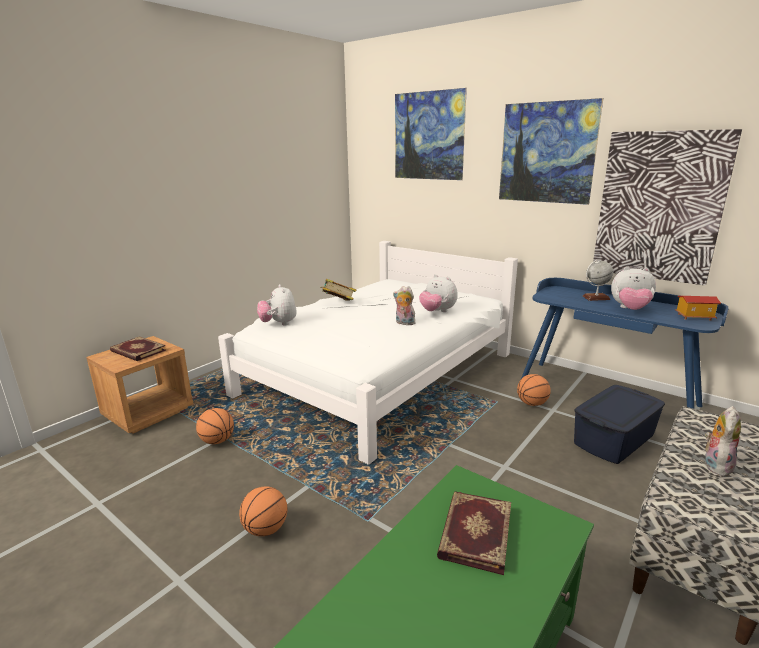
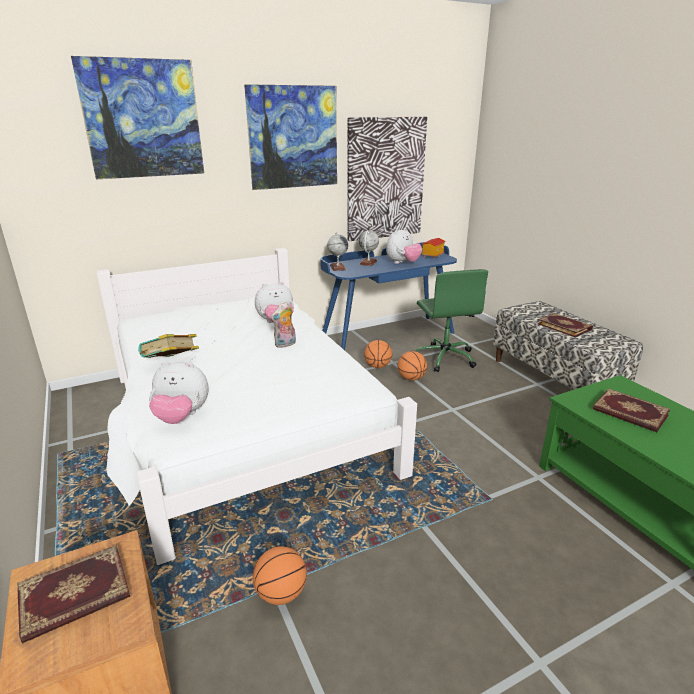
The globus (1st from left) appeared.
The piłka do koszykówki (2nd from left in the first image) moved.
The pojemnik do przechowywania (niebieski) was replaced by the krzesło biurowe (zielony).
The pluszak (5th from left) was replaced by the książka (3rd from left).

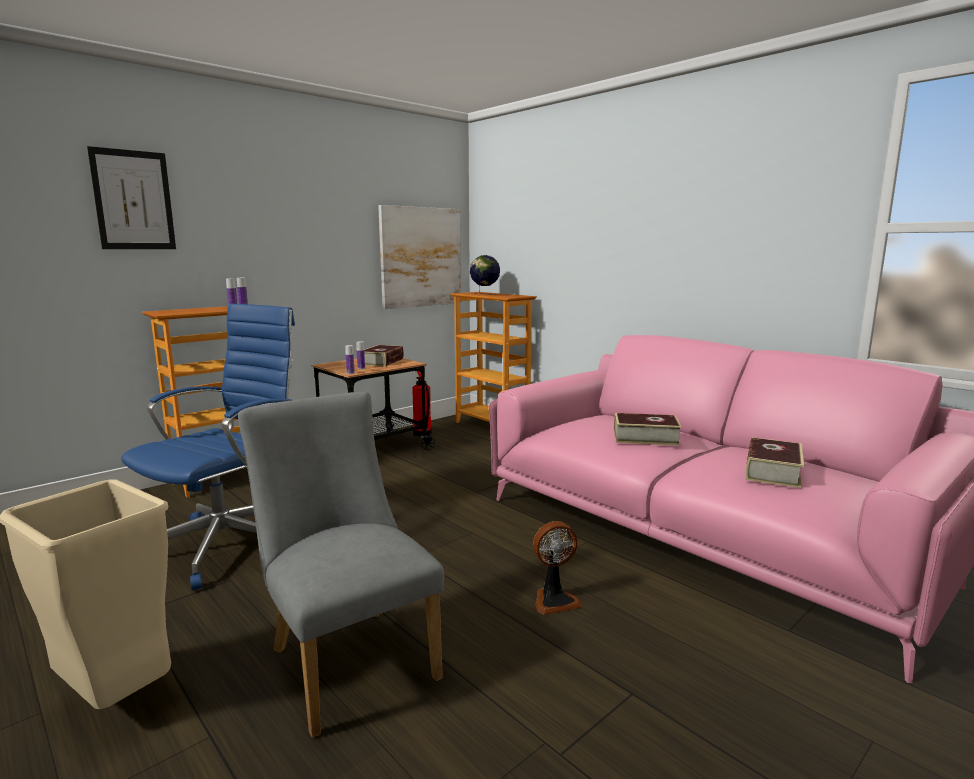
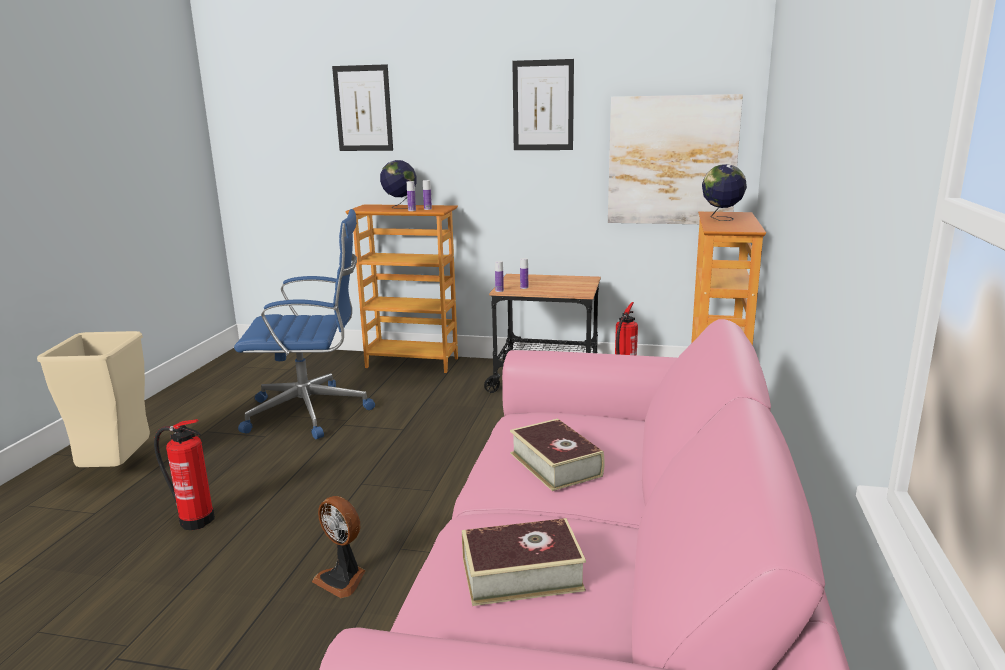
The książka (1st from left) disappeared.
The globus (1st from left) appeared.
The obraz (2nd from left) appeared.
The krzesło (szary) was replaced by the gaśnica (1st from left).

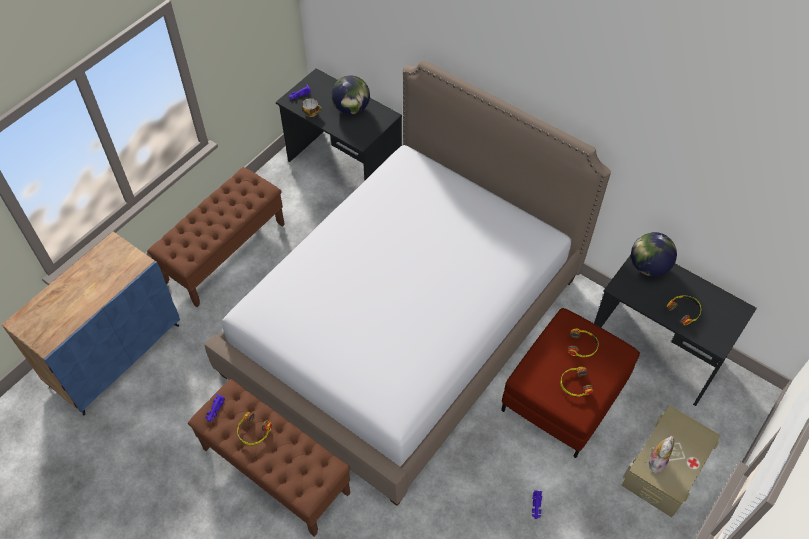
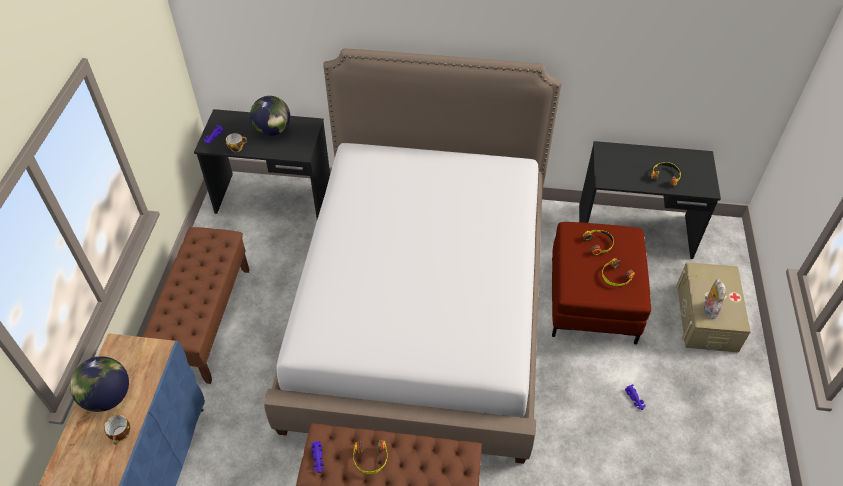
The filiżanka (1st from left) appeared.
The globus (2nd from left in the first image) moved.

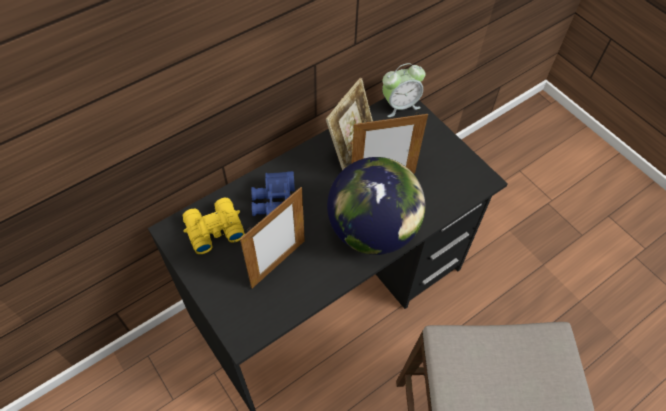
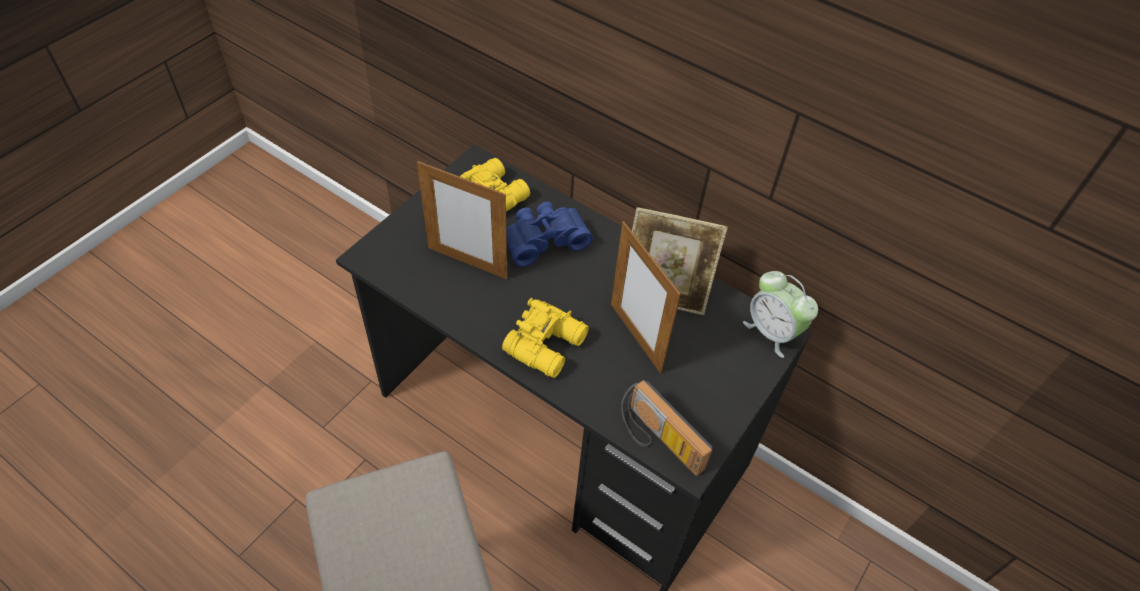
The radio appeared.
The globus was replaced by the lornetka (żółty) (2nd from left).

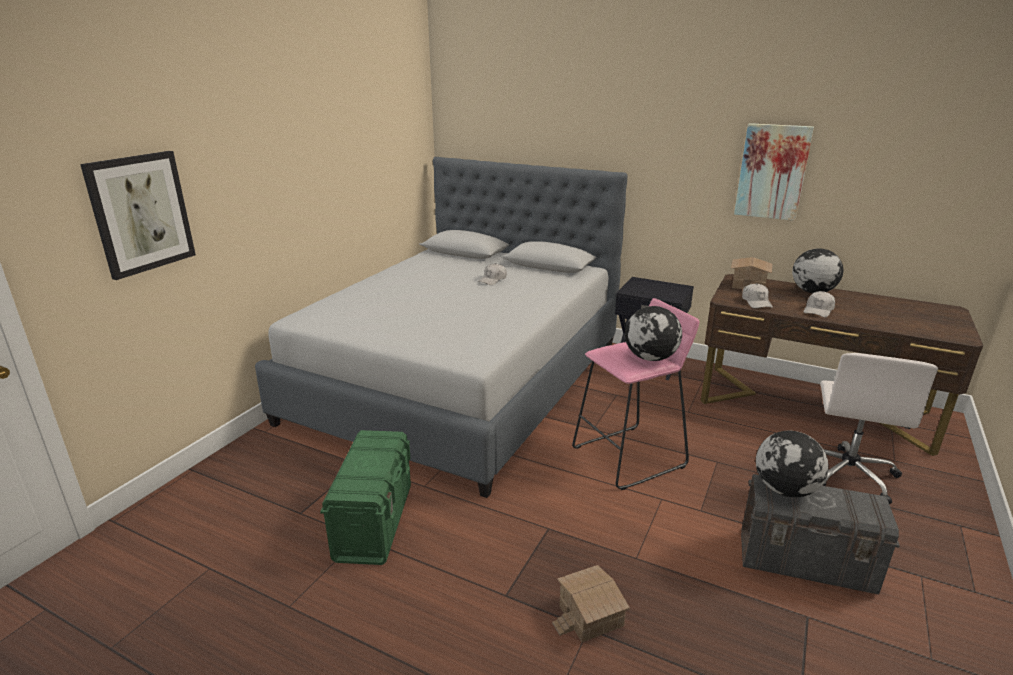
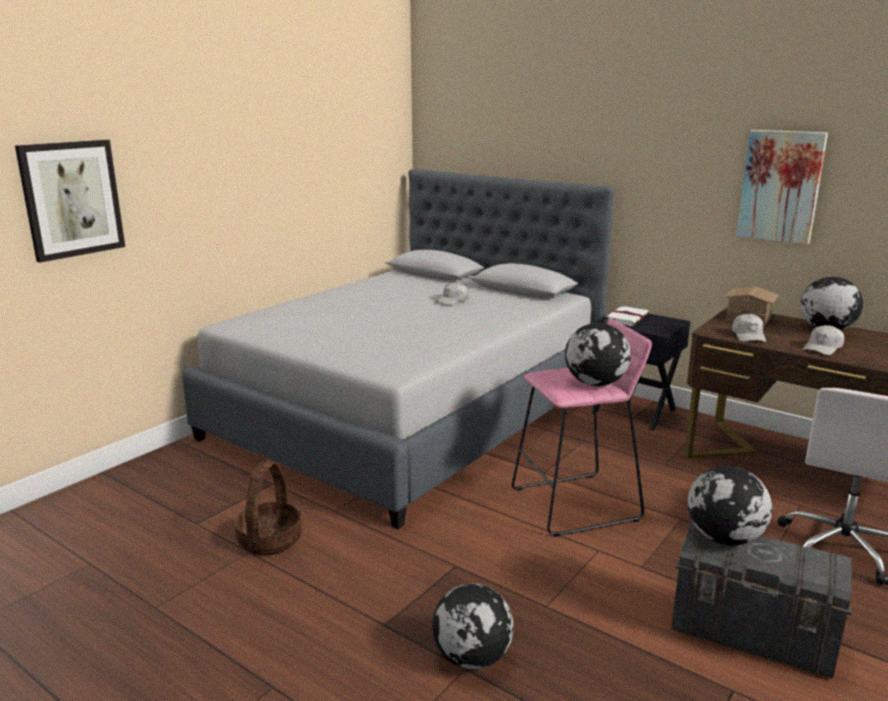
The książka (biały) appeared.
The pojemnik do przechowywania (zielony) was replaced by the koszyk.
The domek (1st from left) was replaced by the globus (1st from left).

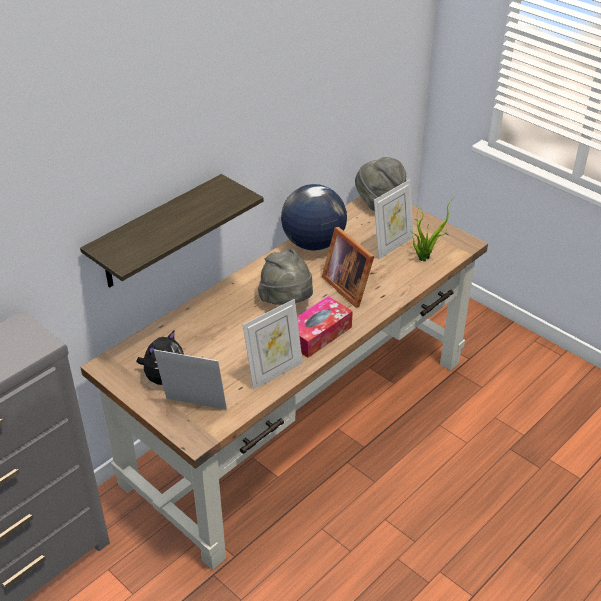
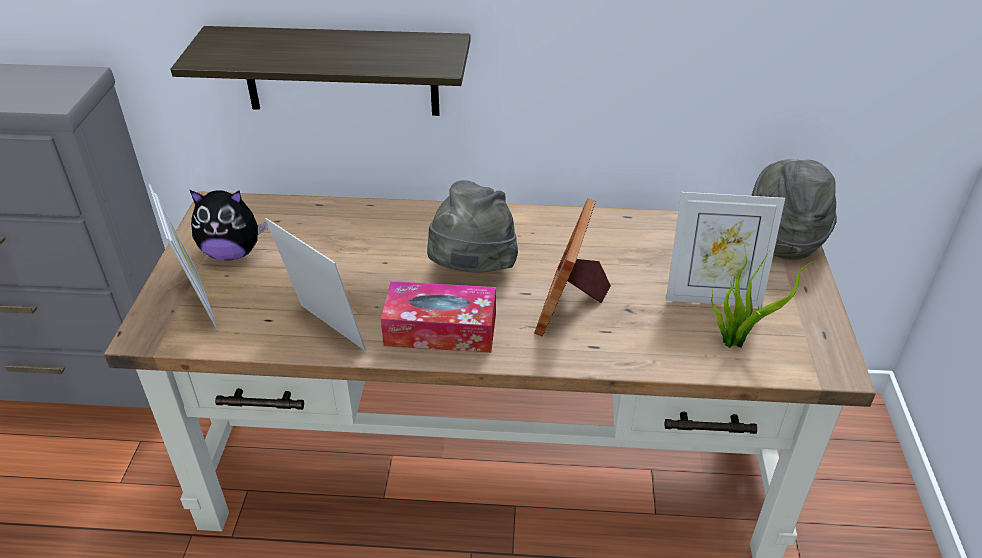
The globus disappeared.
The ramka na zdjęcie (2nd from left) turned 150 degrees counterclockwise.

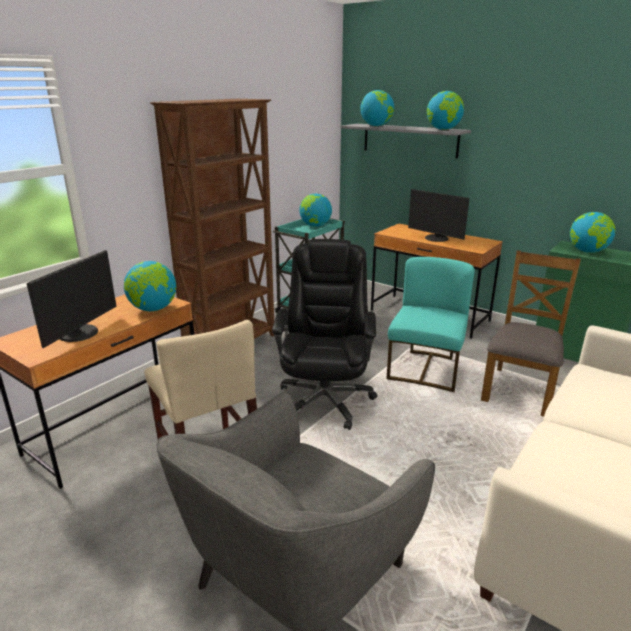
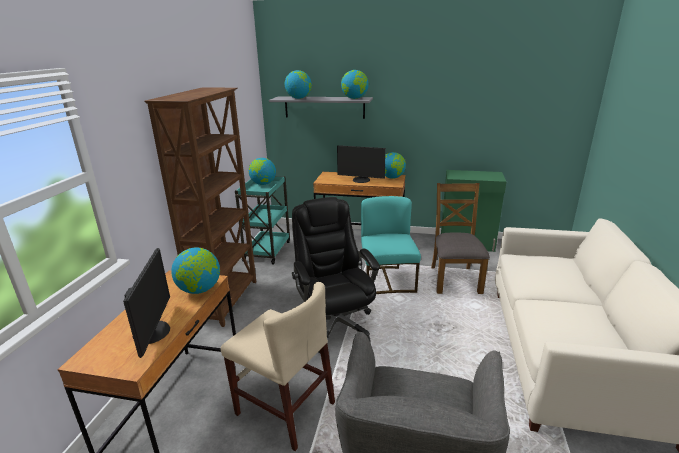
The globus (5th from left) moved.

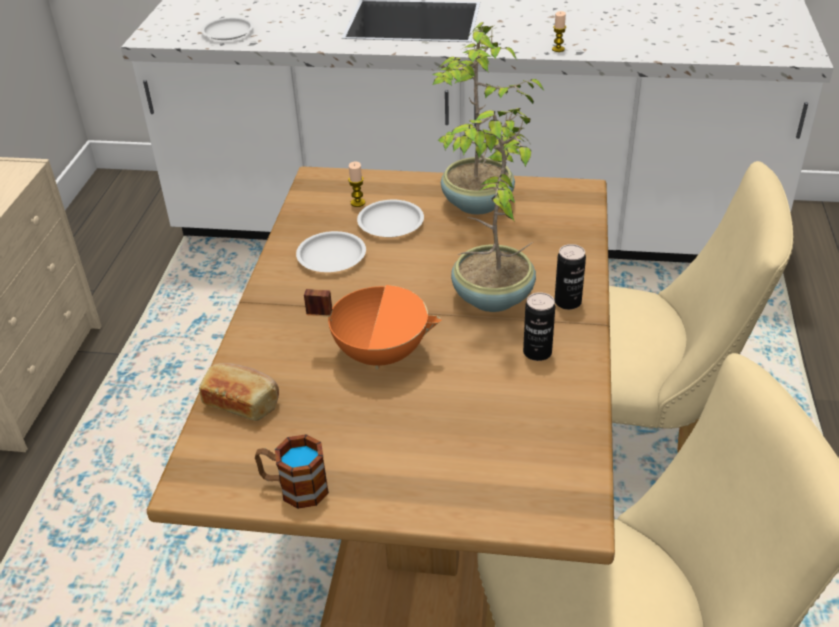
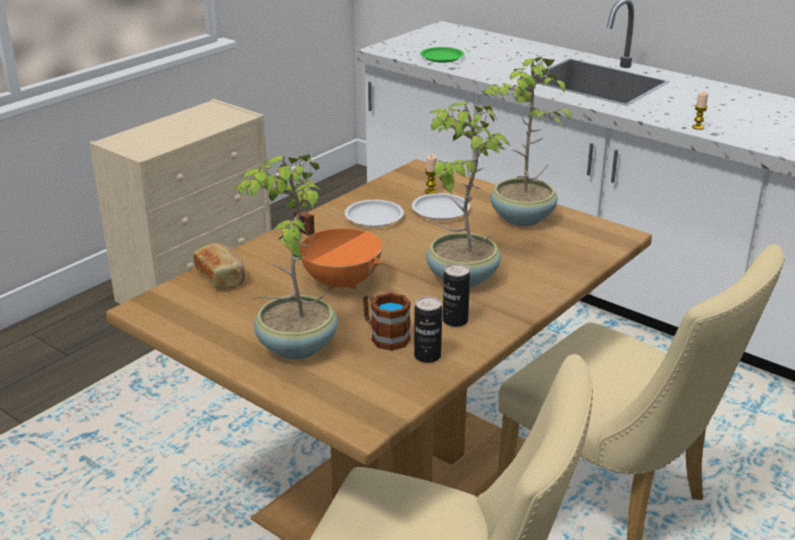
The roślina doniczkowa (1st from left) appeared.
The kubek moved.
The puszka (2nd from left in the first image) moved.
The talerz (biały) (1st from left) became the talerz (zielony).

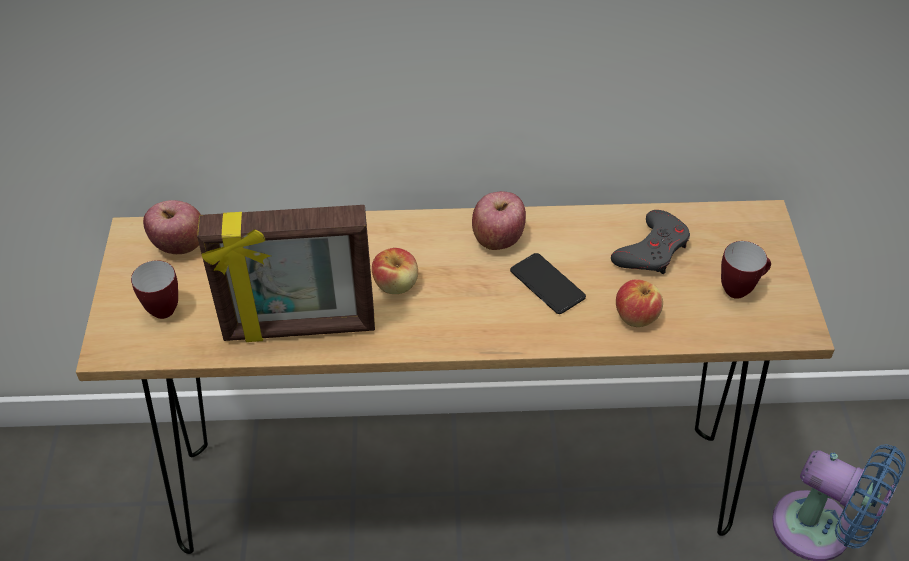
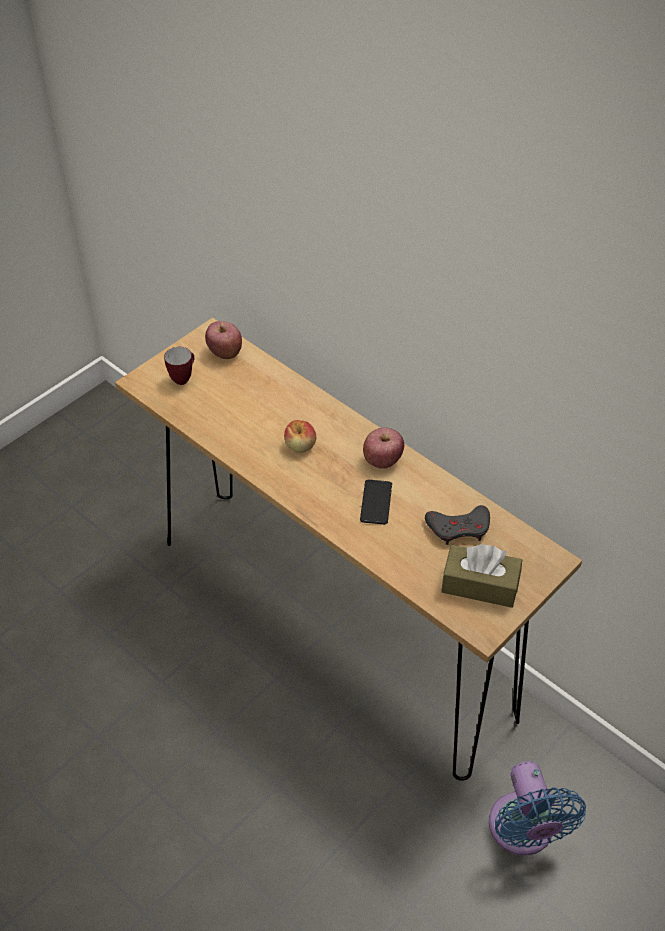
The ramka na zdjęcie disappeared.
The jabłko (4th from left) disappeared.
The kubek (2nd from left) was replaced by the pudełko chusteczek (brązowy).

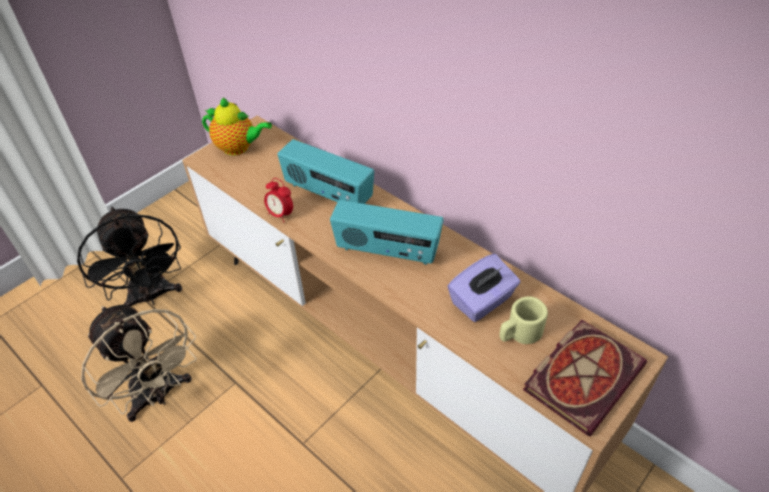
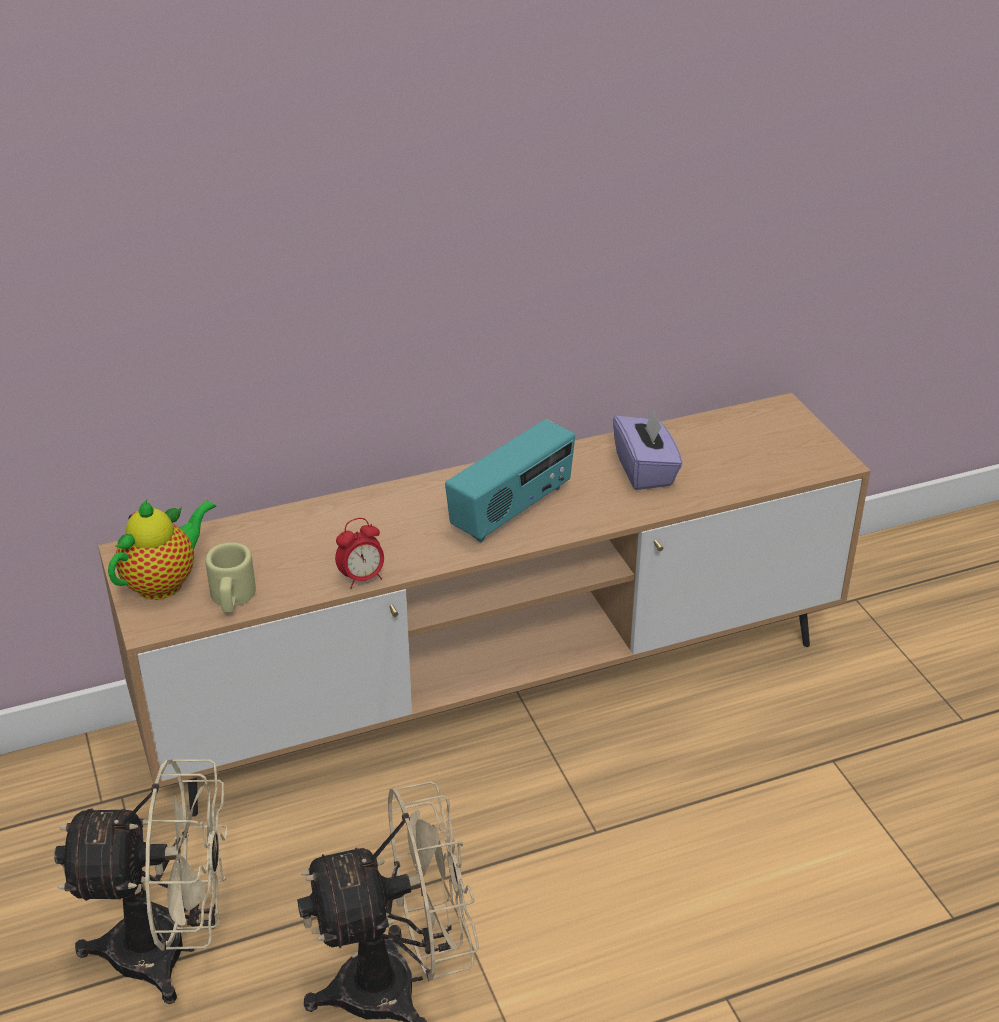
The radio (1st from left) disappeared.
The książka disappeared.
The kubek (beżowy) moved.
The wentylator (czarny) became the wentylator (beżowy) (1st from left).

